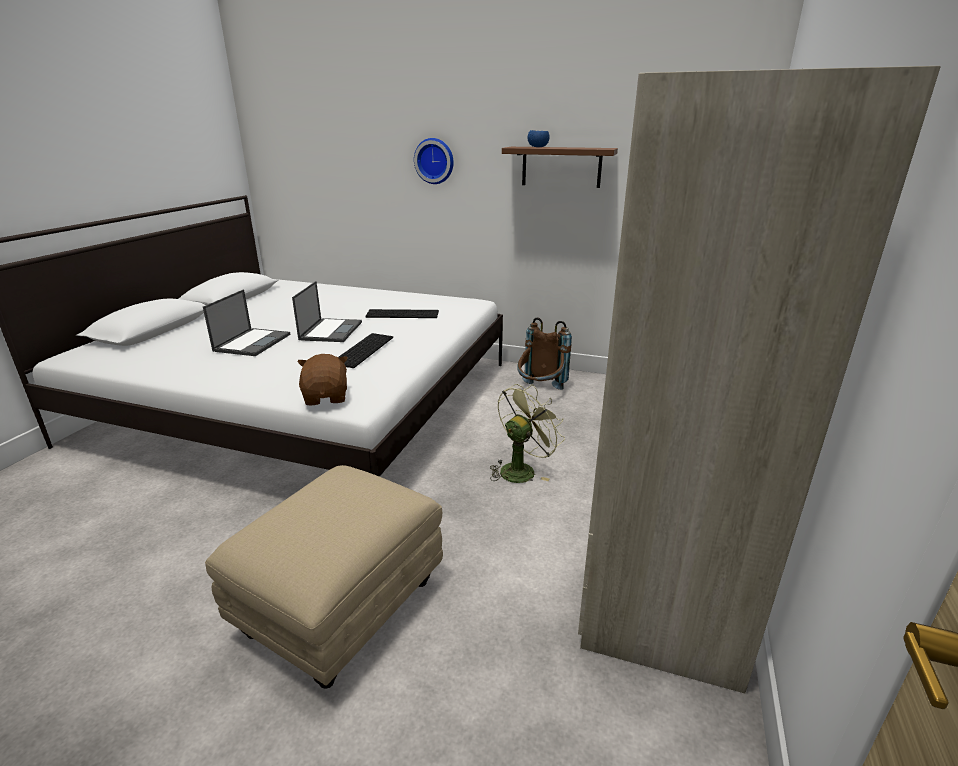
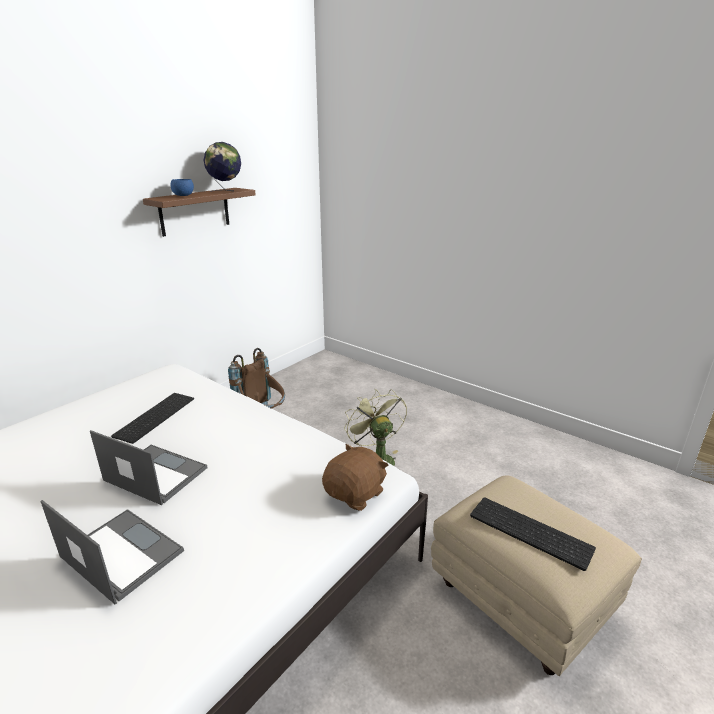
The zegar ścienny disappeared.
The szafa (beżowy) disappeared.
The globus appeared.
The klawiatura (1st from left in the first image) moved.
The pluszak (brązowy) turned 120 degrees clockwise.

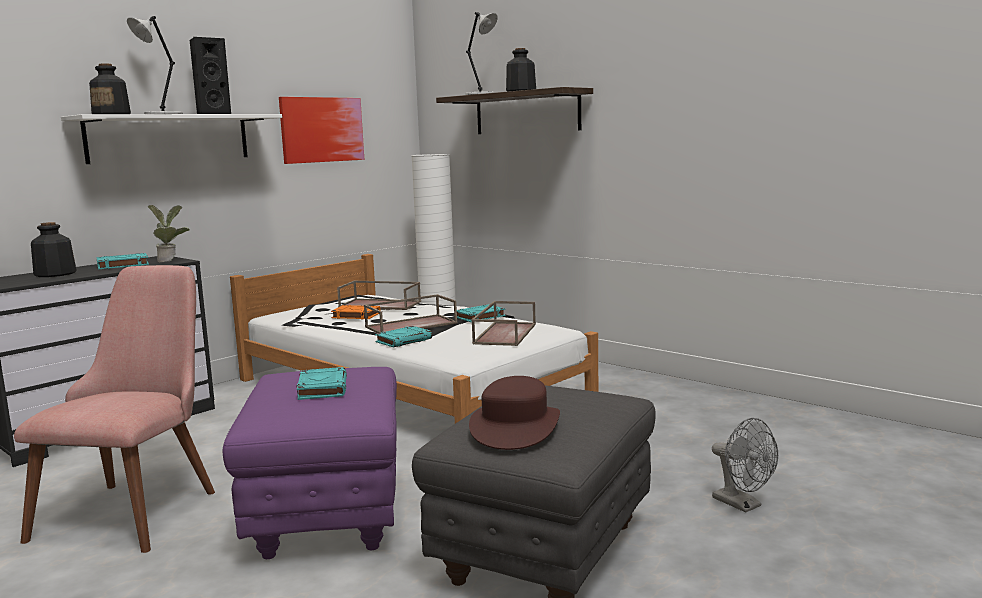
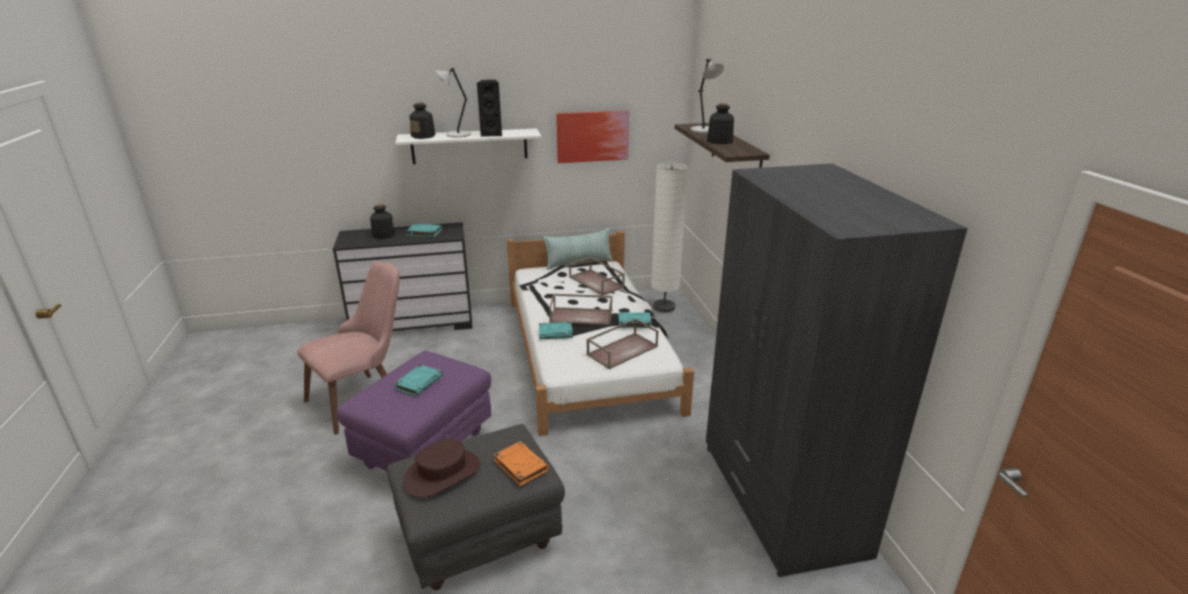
The roślina doniczkowa disappeared.
The wentylator (szary) disappeared.
The poduszka appeared.
The szafa (szary) appeared.
The książka (pomarańczowy) moved.

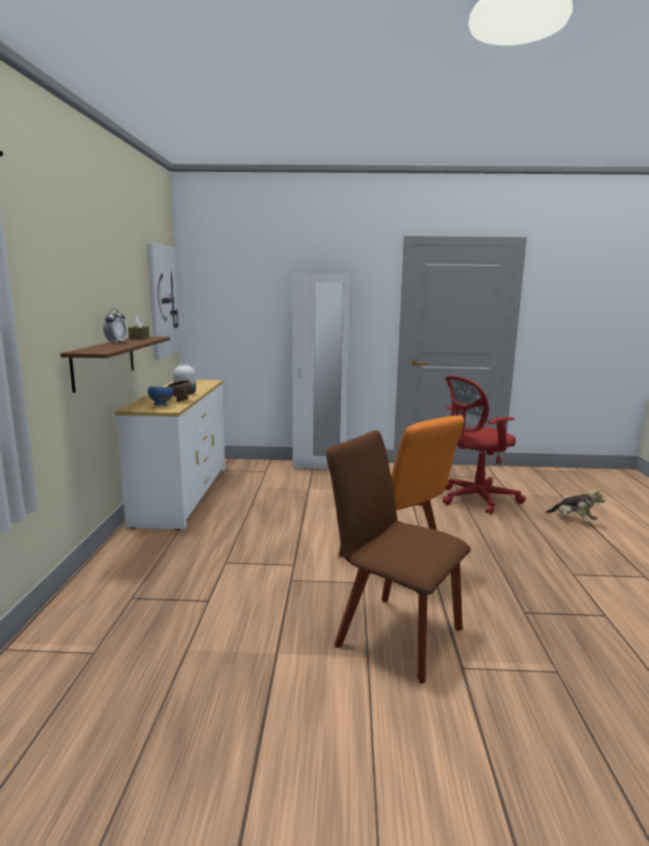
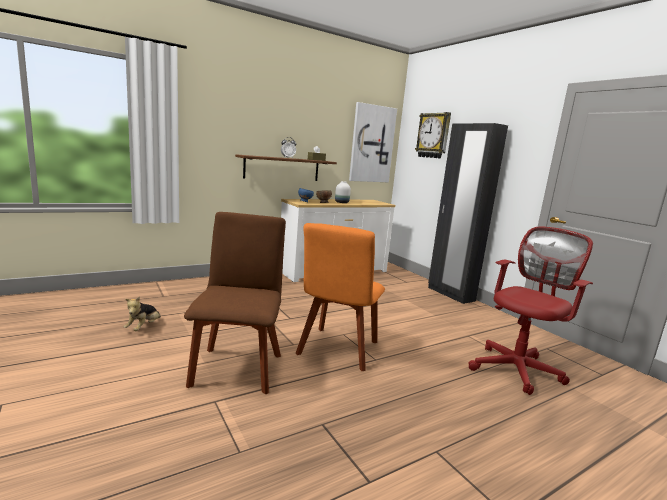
The zegar ścienny appeared.
The pluszak moved.
The szafa (biały) became the szafa (czarny).
The krzesło biurowe (czerwony) turned 105 degrees clockwise.

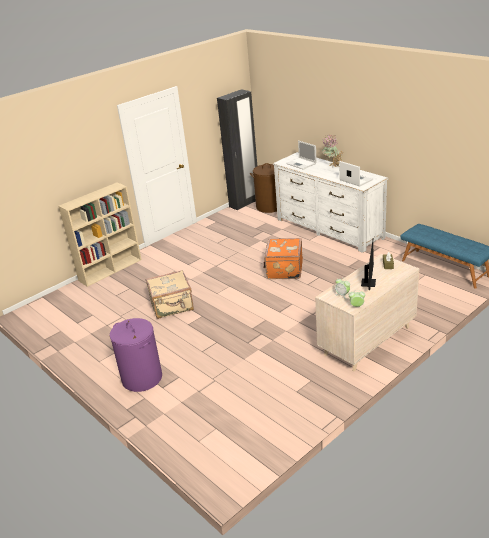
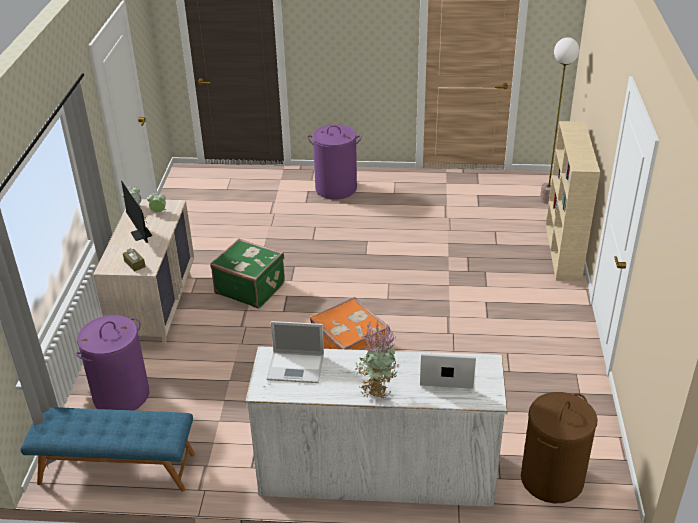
The walizka (beżowy) disappeared.
The szafa (czarny) disappeared.
The kosz na pranie (fioletowy) (1st from left) appeared.
The walizka (zielony) appeared.
The lampa stojąca appeared.

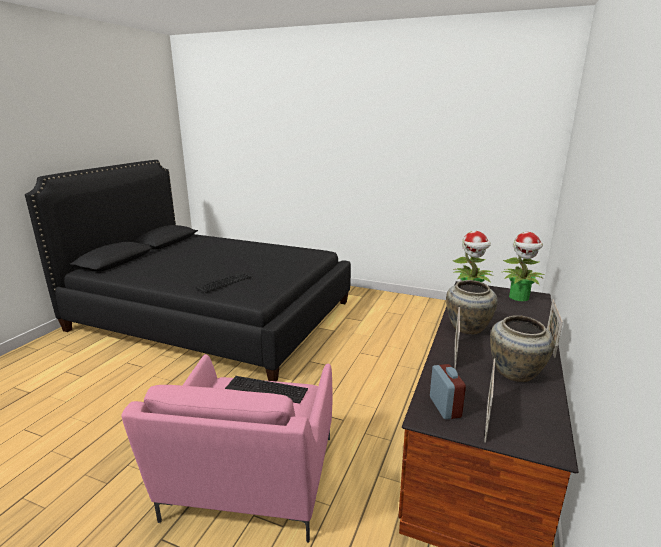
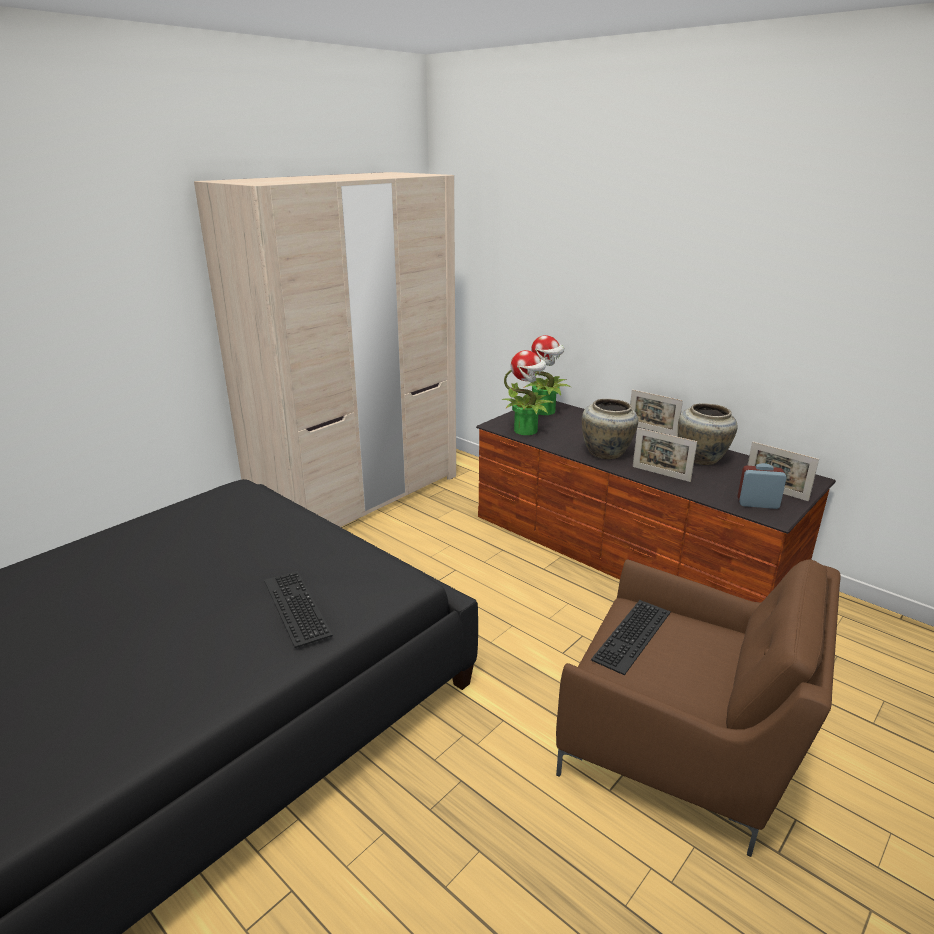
The szafa (beżowy) appeared.
The fotel (różowy) became the fotel (brązowy).

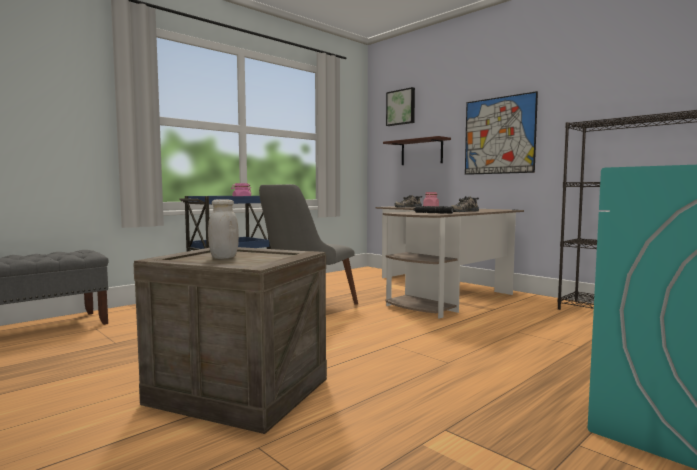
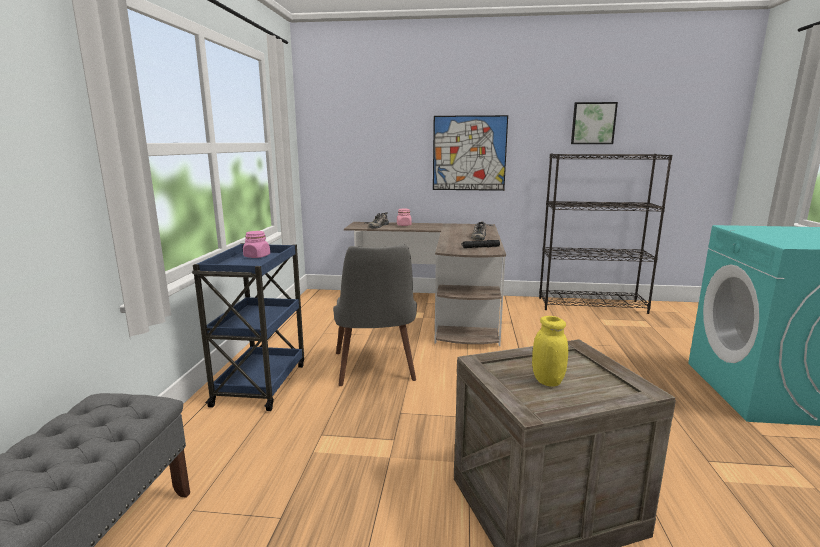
The półka disappeared.
The obraz (1st from left in the first image) moved.
The słoik (biały) became the słoik (żółty).

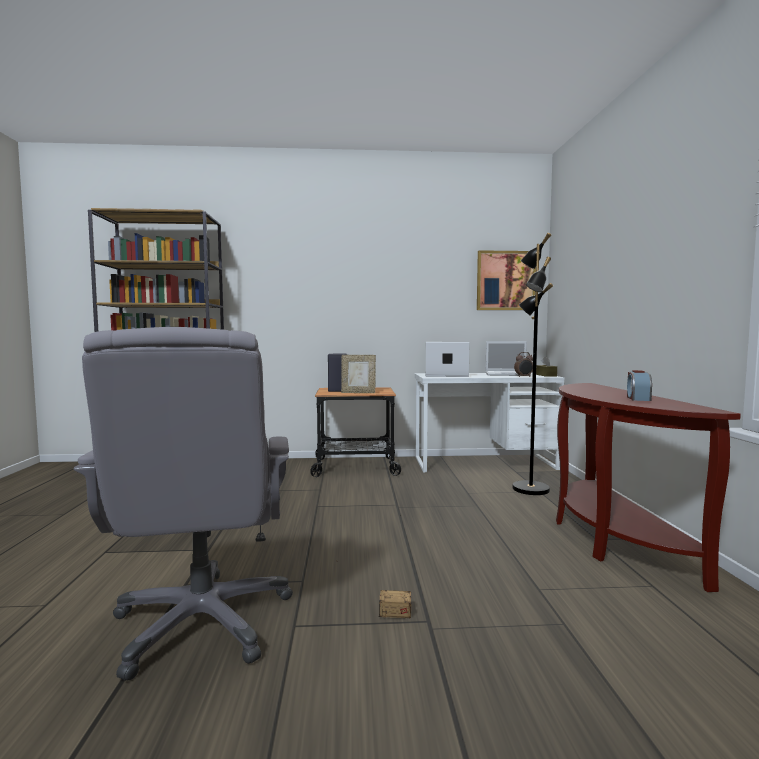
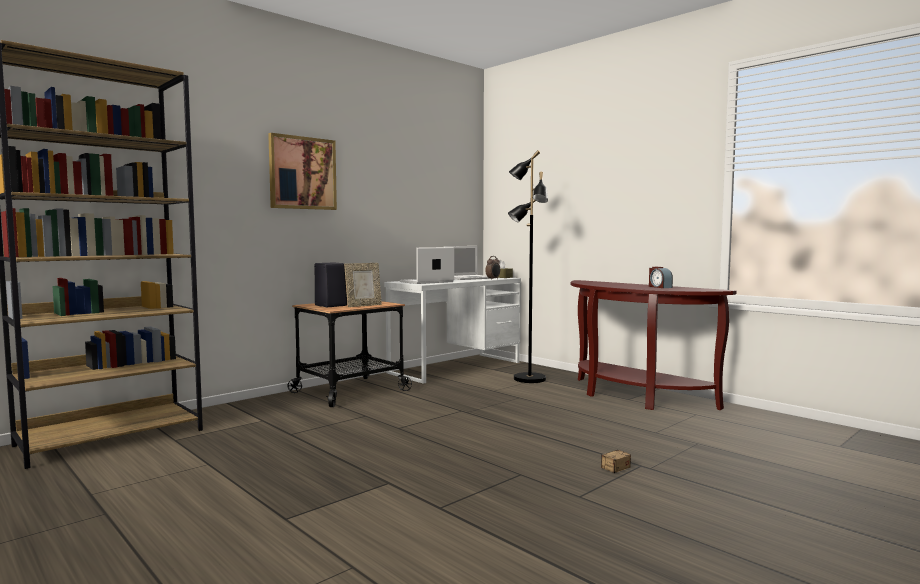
The krzesło biurowe (szary) disappeared.
The obraz moved.

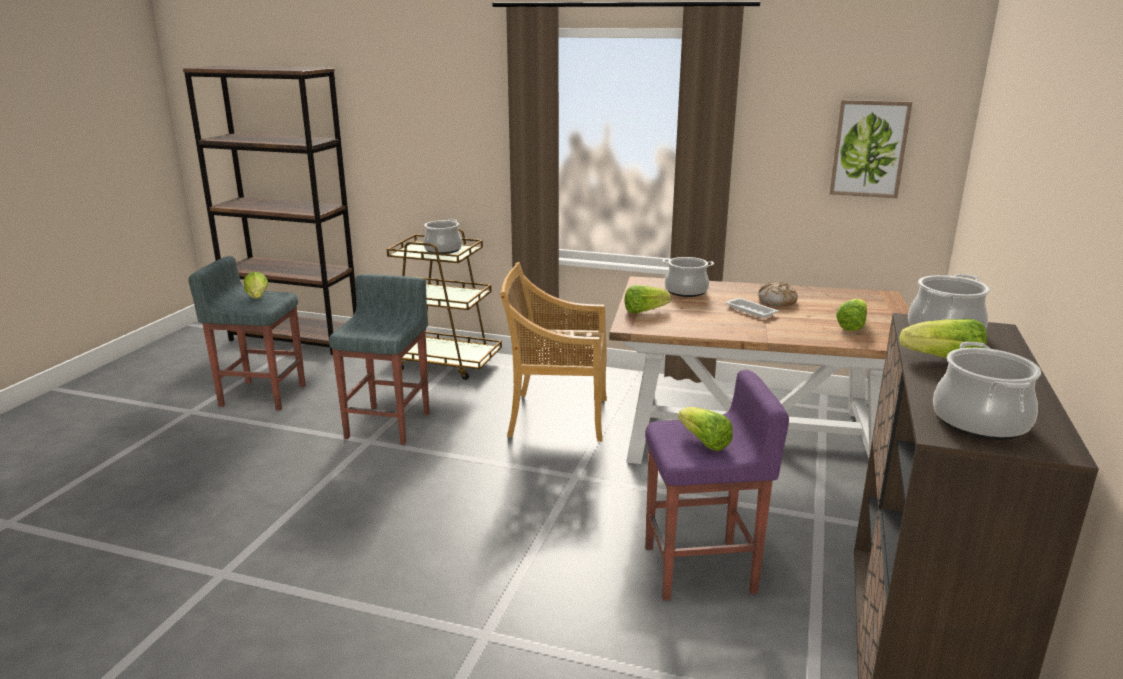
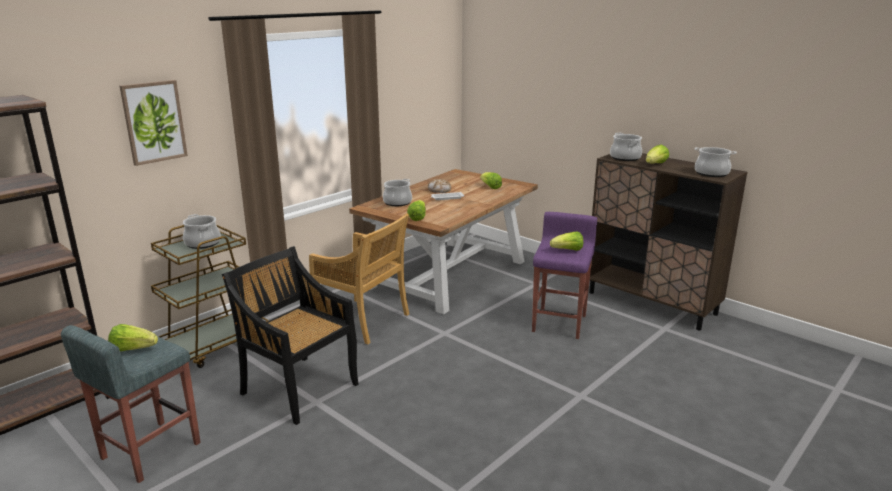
The obraz moved.
The stołek (szary) (2nd from left) was replaced by the krzesło (czarny).
The krzesło (beżowy) turned 90 degrees counterclockwise.

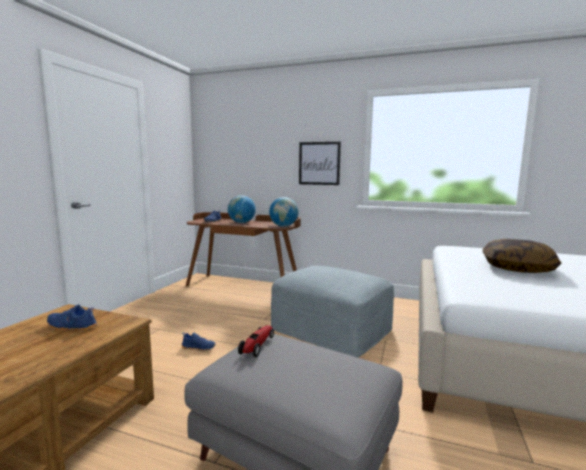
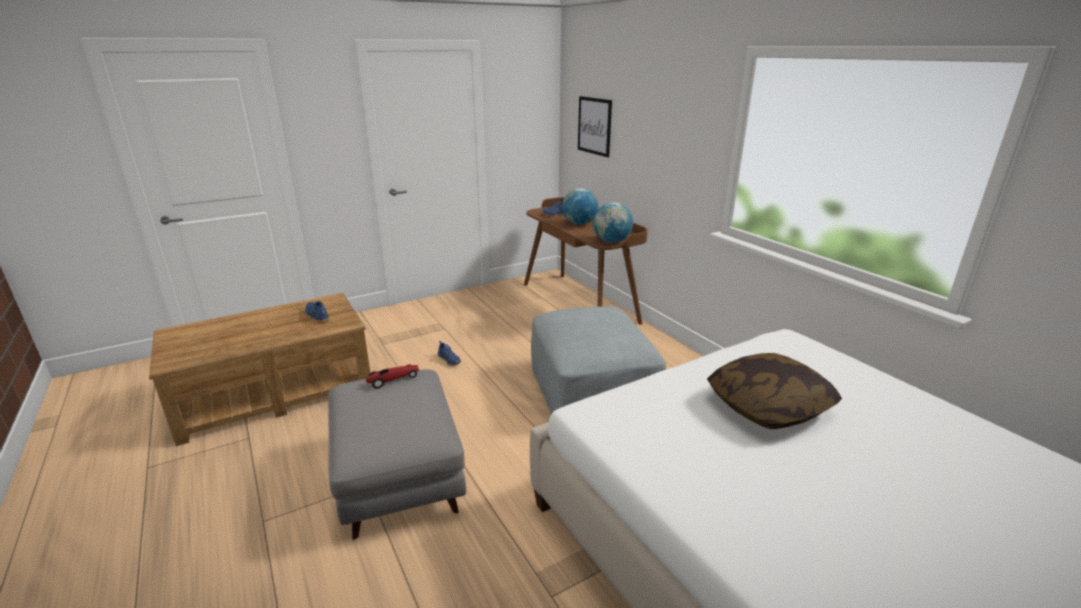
The obraz moved.

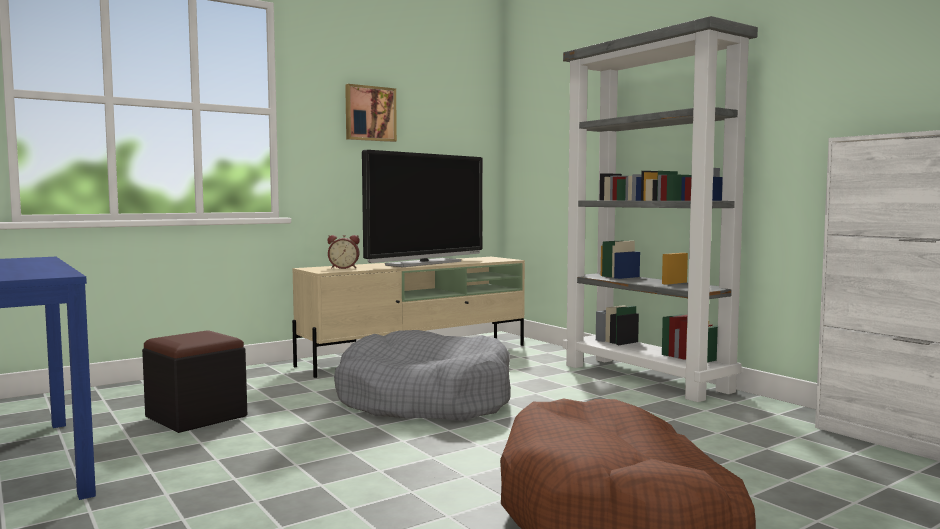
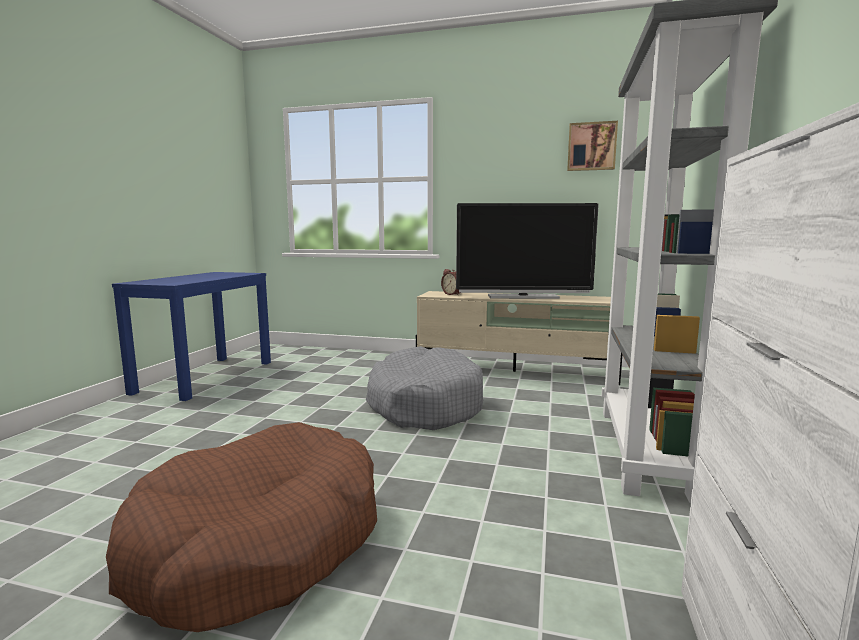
The pufa (czarny) disappeared.
The obraz moved.

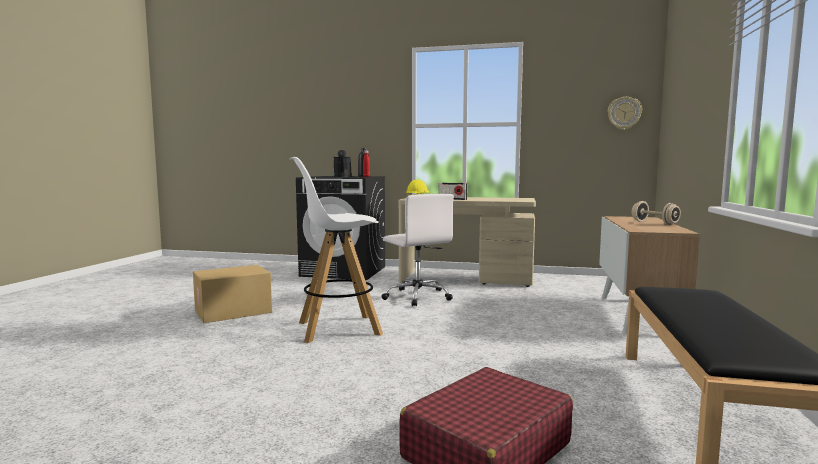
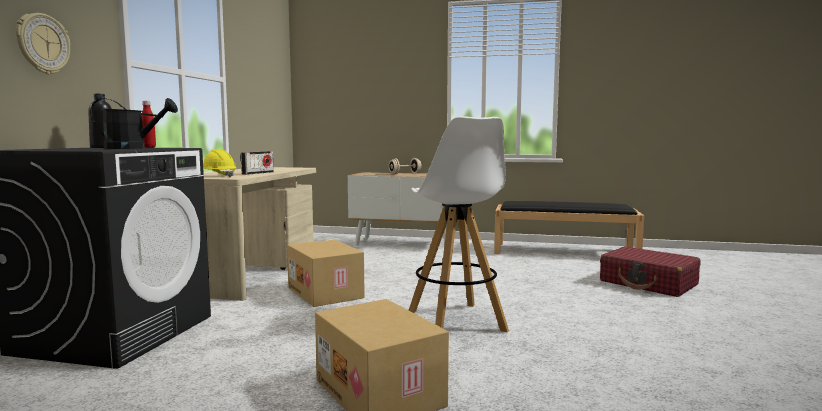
The zegar ścienny moved.
The krzesło biurowe (biały) was replaced by the karton (1st from left).

